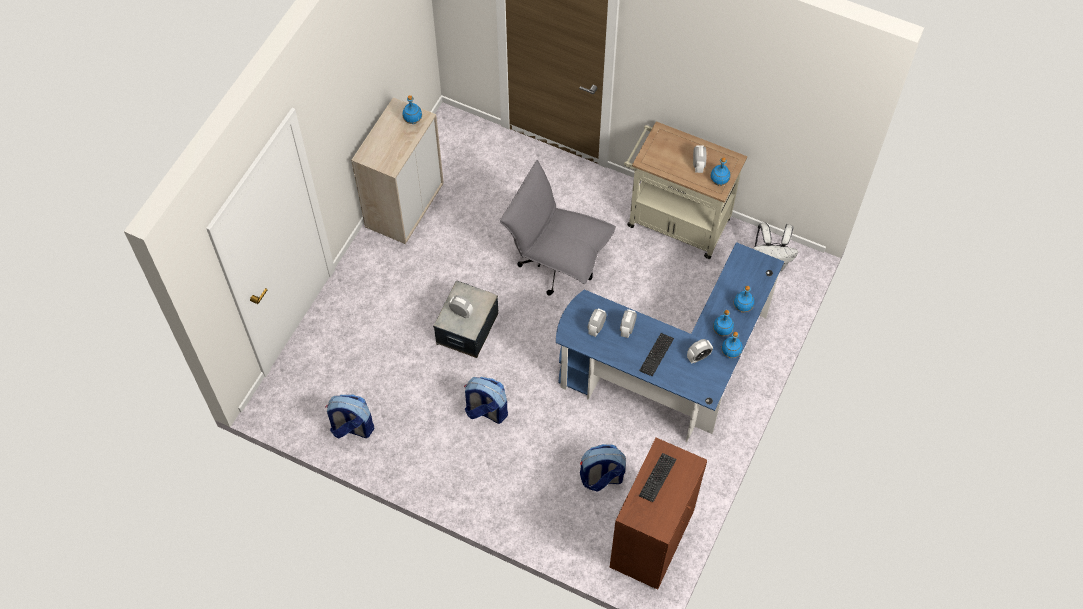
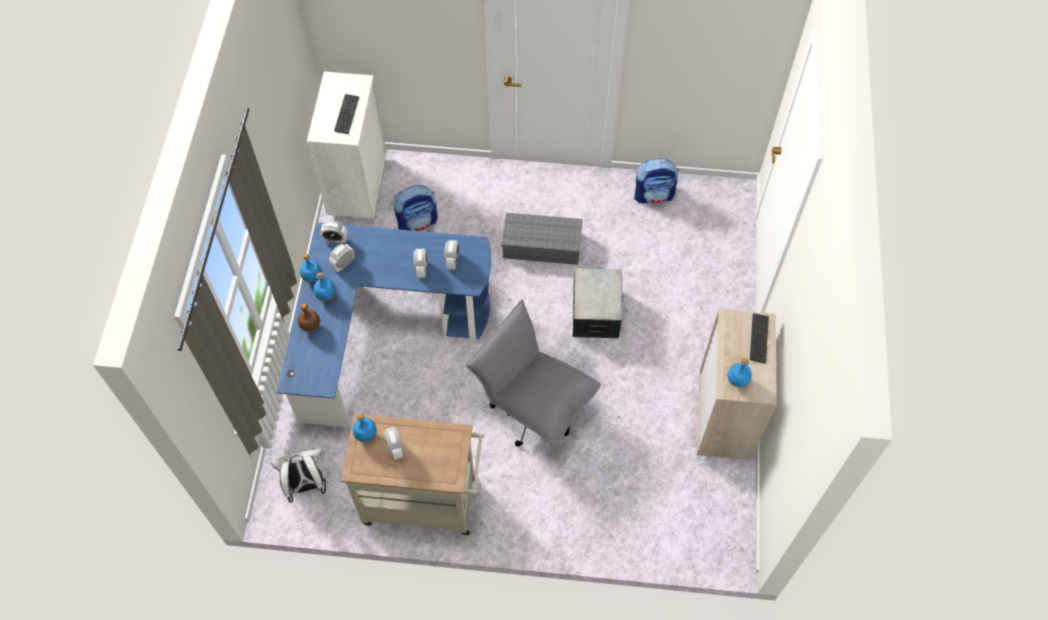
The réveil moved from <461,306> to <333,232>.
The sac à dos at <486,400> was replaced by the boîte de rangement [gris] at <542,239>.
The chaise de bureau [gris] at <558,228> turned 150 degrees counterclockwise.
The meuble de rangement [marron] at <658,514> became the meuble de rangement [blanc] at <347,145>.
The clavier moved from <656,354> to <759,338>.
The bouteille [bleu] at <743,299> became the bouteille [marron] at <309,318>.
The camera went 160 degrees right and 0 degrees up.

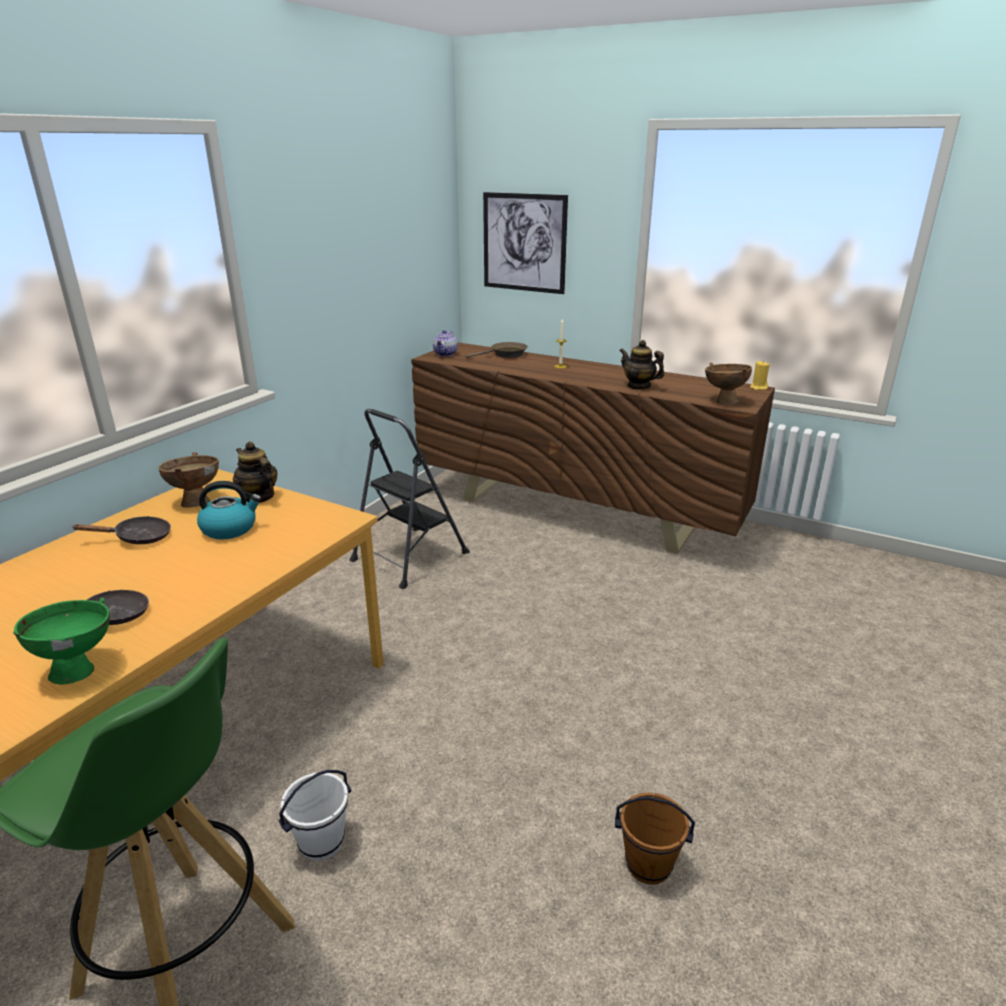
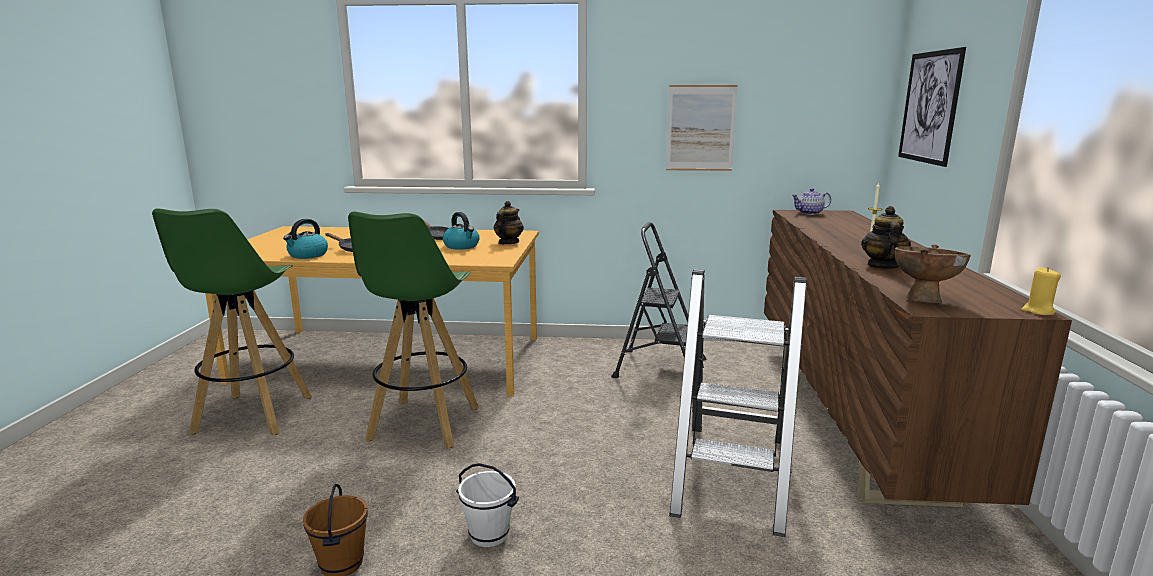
The bol [vert] at <61,641> was replaced by the bouilloire at <305,239>.
The bol [marron] at <188,480> disappeared.
The seau [blanc] moved from <314,815> to <487,505>.
The poêle [marron] at <497,350> disappeared.
The tabouret [vert] at <413,330> appeared.
The tableau at <702,128> appeared.
The escabeau [gris] at <738,403> appeared.
The camera went 65 degrees right and 10 degrees down.

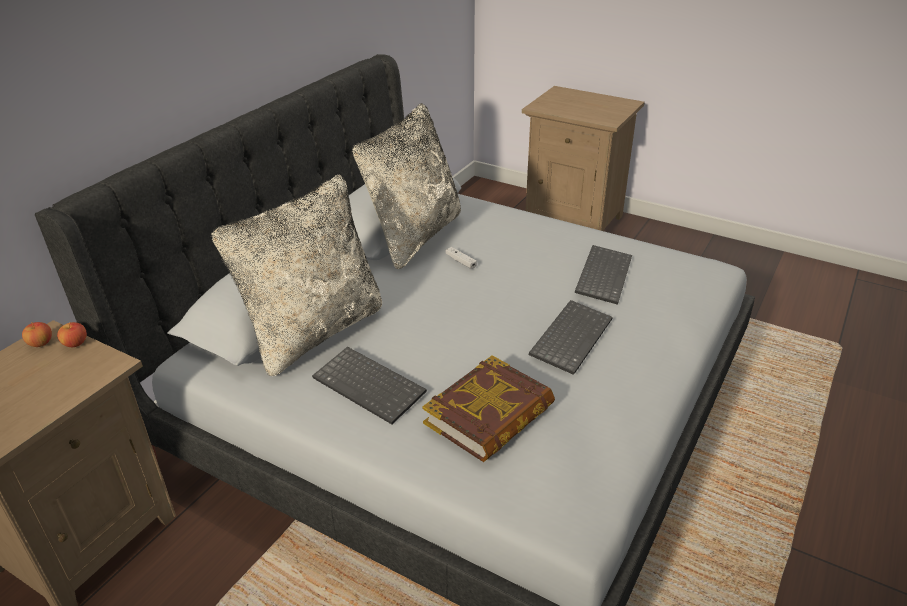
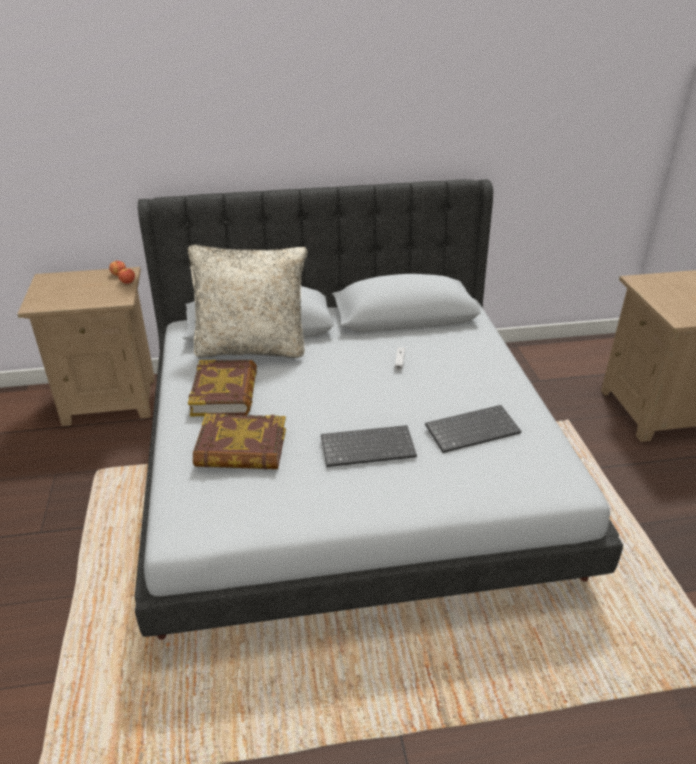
The clavier at <369,385> was replaced by the livre at <222,388>.
The coussin [beige] at <406,186> disappeared.
The camera went 50 degrees right and 0 degrees up.

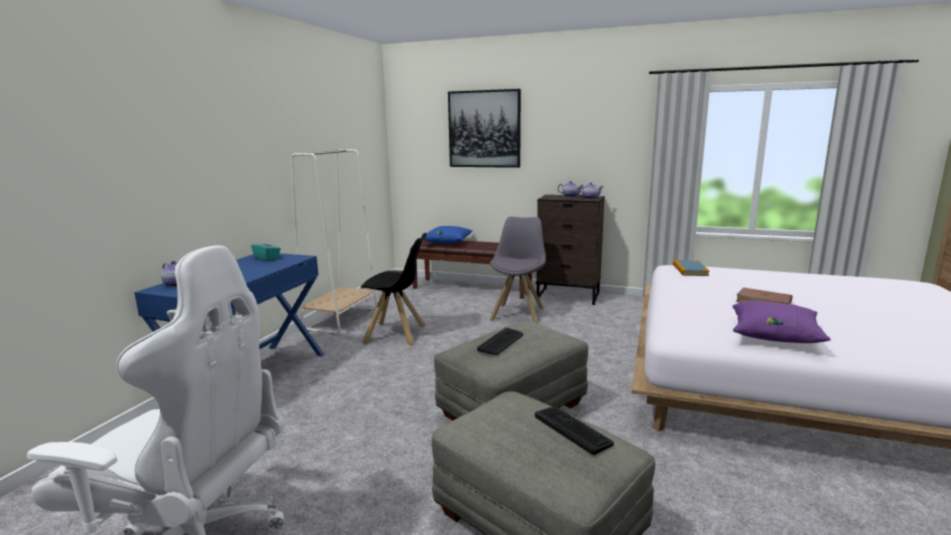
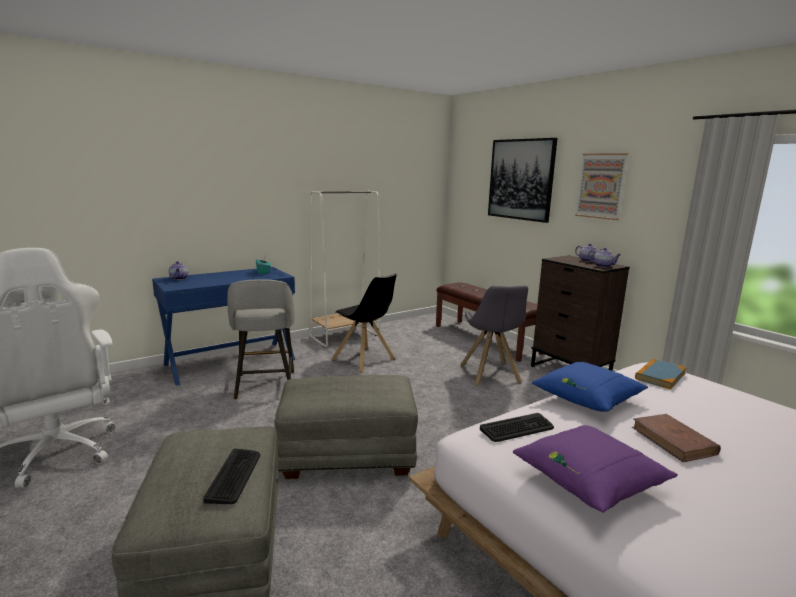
The coussin [bleu] moved from <447,235> to <590,387>.
The clavier moved from <500,341> to <517,427>.
The chaise [gris] at <518,270> turned 120 degrees clockwise.
The tabouret [gris] at <261,339> appeared.
The tableau at <601,186> appeared.
The camera went 35 degrees right and 0 degrees up.

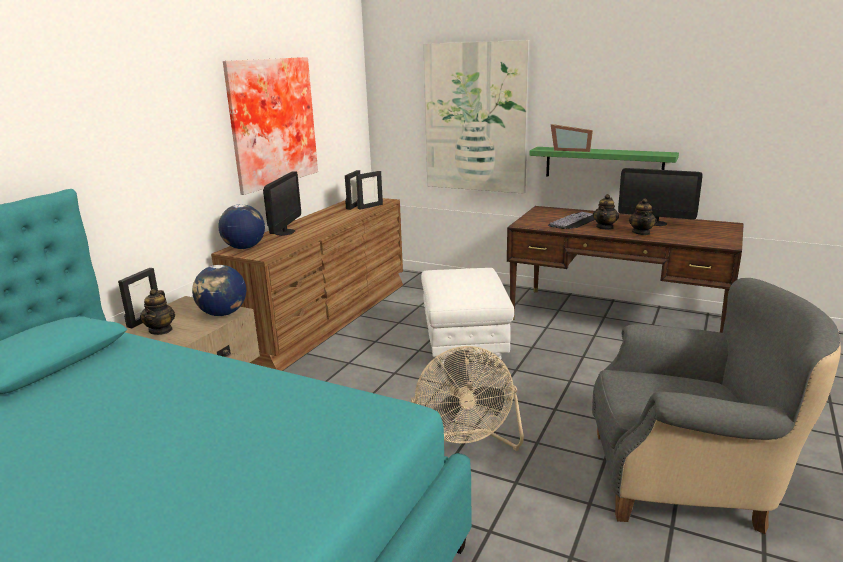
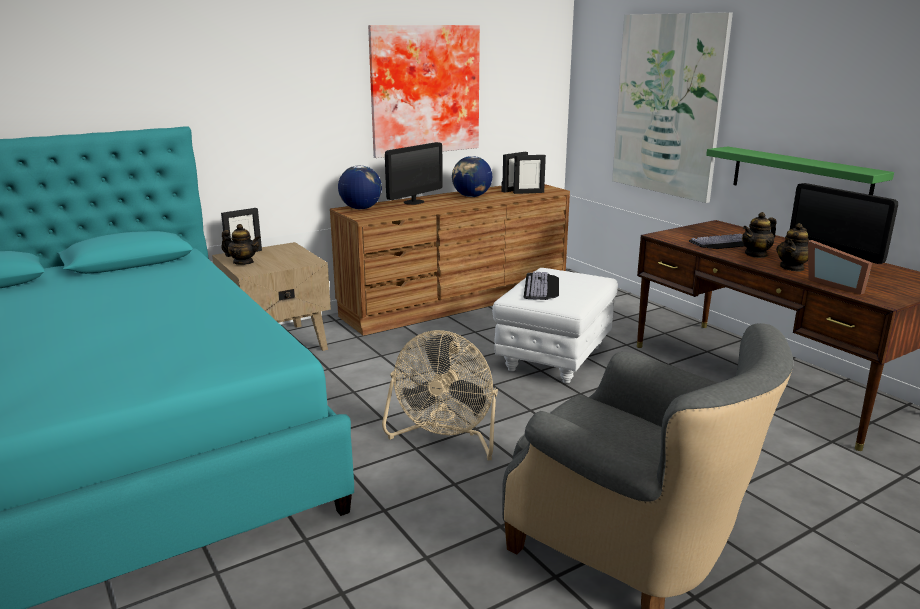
The théière at <157,312> turned 105 degrees counterclockwise.
The globe moved from <219,290> to <472,176>.
The cadre photo moved from <572,138> to <840,267>.
The clavier at <541,286> appeared.
The camera went 30 degrees right and 0 degrees up.

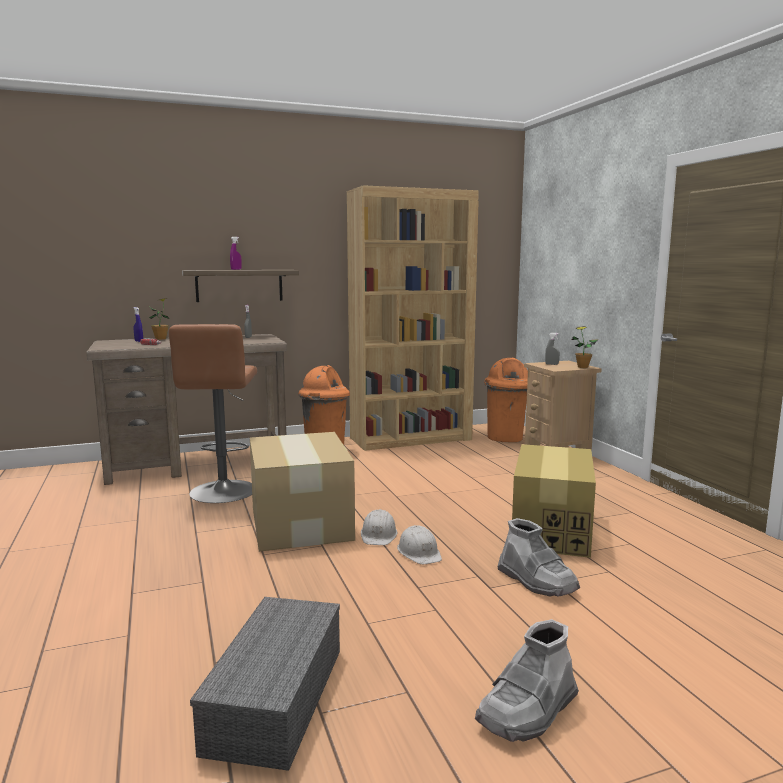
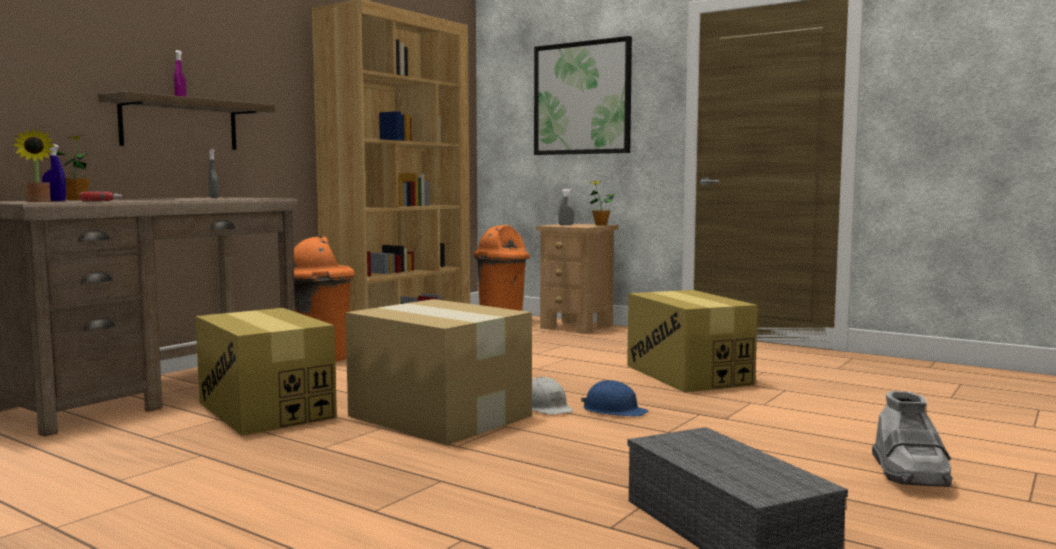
The tabouret [marron] at <213,413> was replaced by the carton at <266,372>.
The casque de chantier [blanc] at <419,544> became the casque de chantier [bleu] at <614,398>.
The botte [gris] at <539,557> disappeared.
The plante en pot at <34,165> appeared.
The tableau at <583,95> appeared.
The camera went 35 degrees left and 5 degrees down.

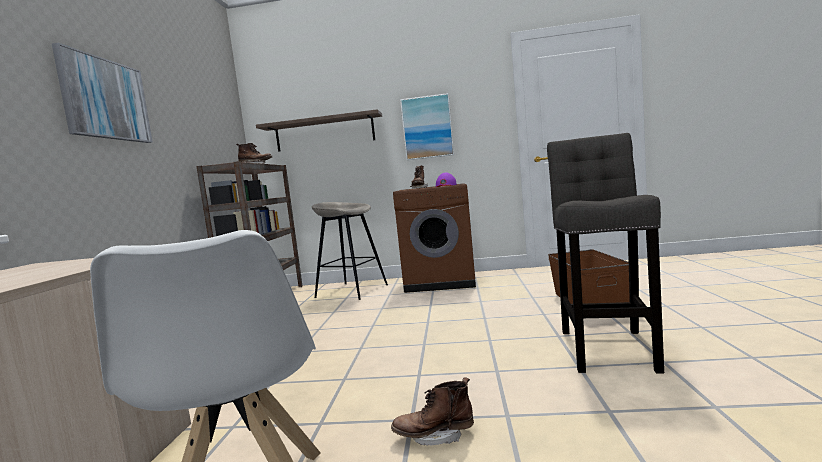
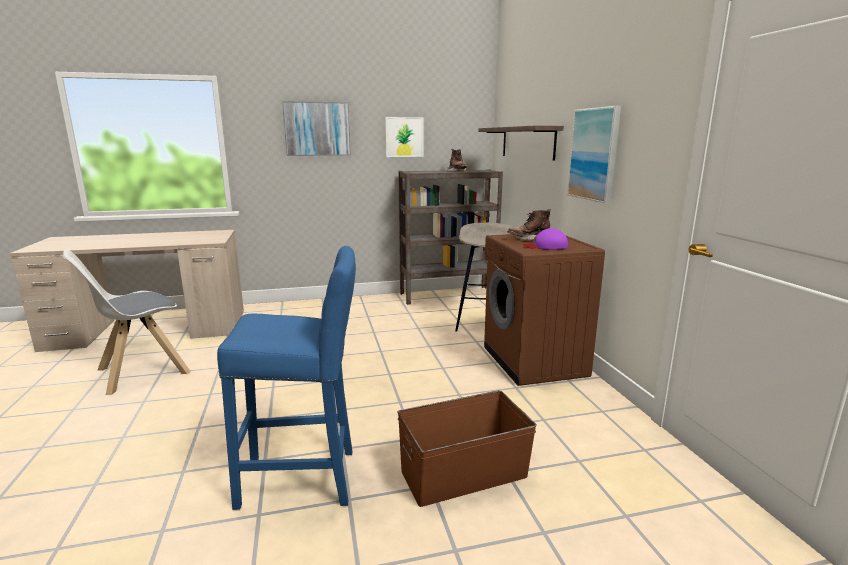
The botte [marron] at <432,411> disappeared.
The tabouret [gris] at <605,253> became the tabouret [bleu] at <286,378>.
The tableau at <404,137> appeared.
The camera went 70 degrees right and 10 degrees up.

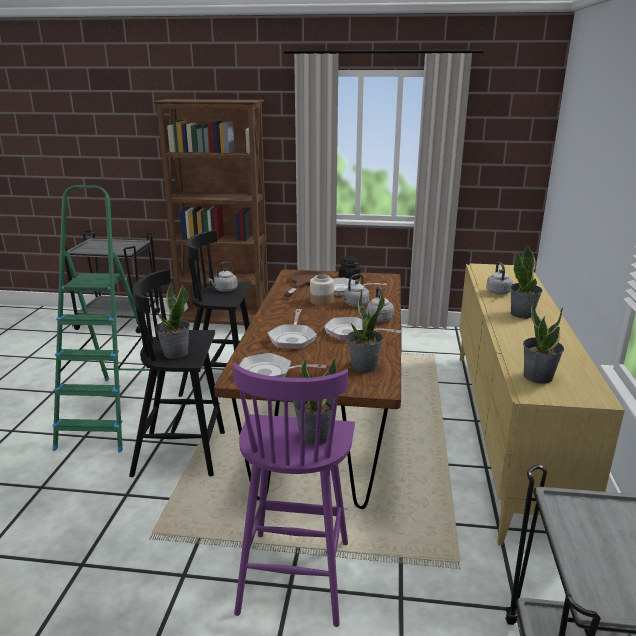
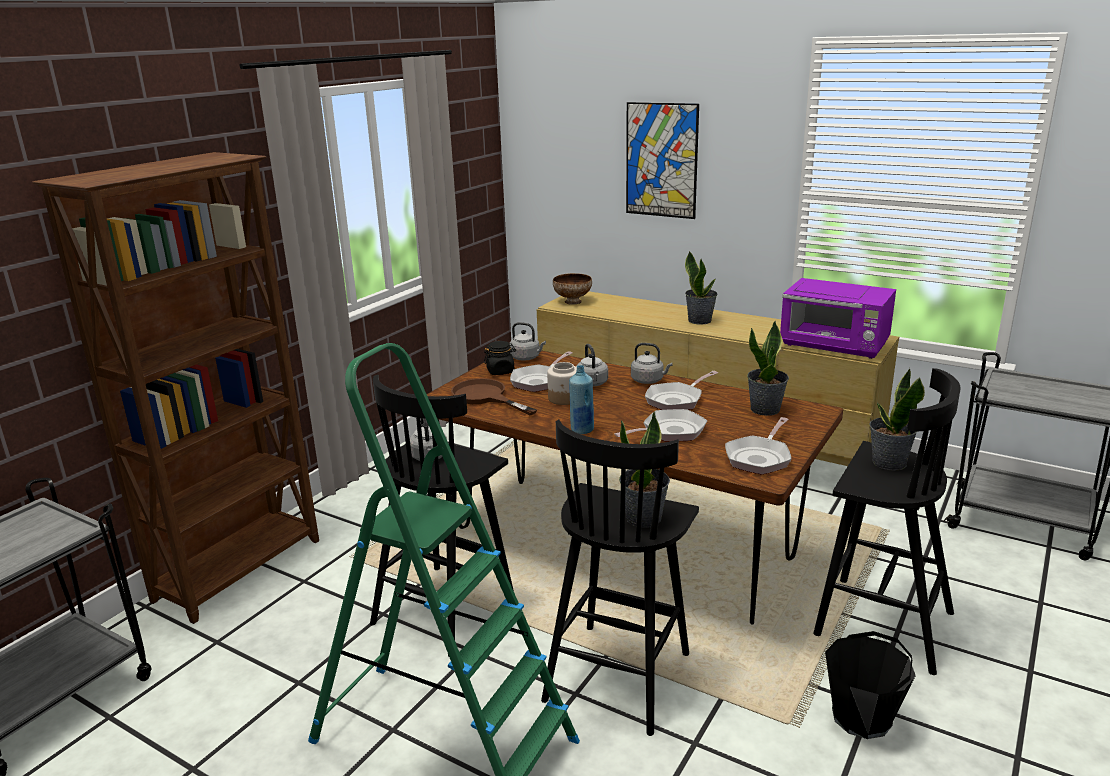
The tabouret [violet] at <294,494> became the tabouret [noir] at <887,521>.
The poêle at <292,329> turned 60 degrees counterclockwise.
The bouilloire [gris] moved from <499,278> to <527,341>.
The plante en pot at <543,341> was replaced by the micro-ondes [violet] at <838,318>.
The bol at <572,289> appeared.
The bouteille [bleu] at <581,399> appeared.
The tableau at <662,160> appeared.
The seau [noir] at <870,685> appeared.
The camera went 65 degrees left and 0 degrees up.

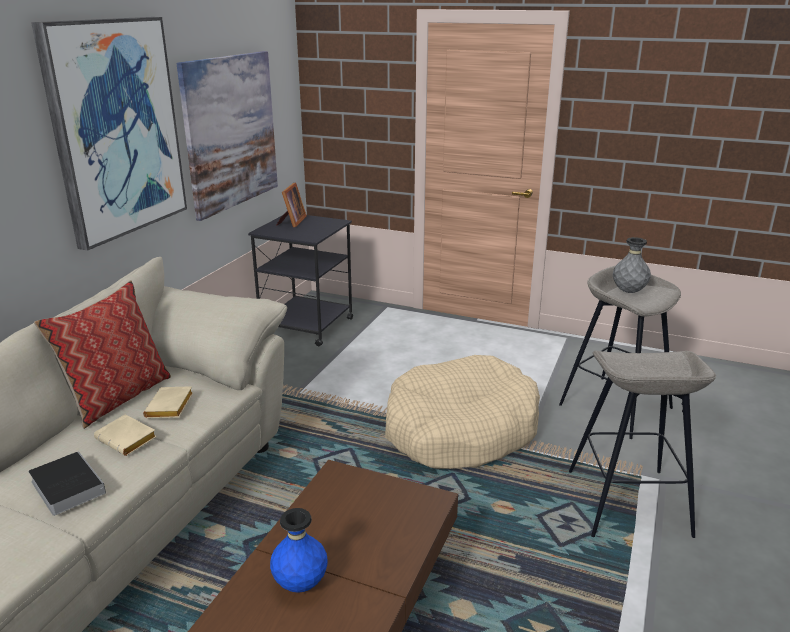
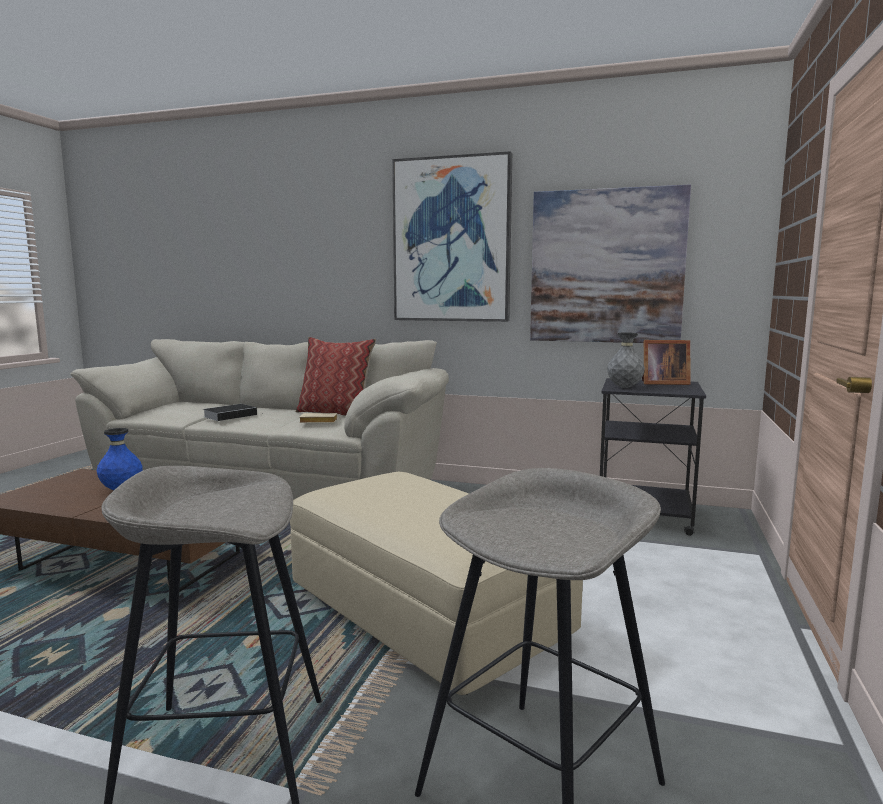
The livre [beige] at <125,435> disappeared.
The panier pour chien [beige] at <462,412> was replaced by the pouf [beige] at <436,583>.
The vase [gris] moved from <632,265> to <626,360>.
The camera went 85 degrees right and 15 degrees down.

